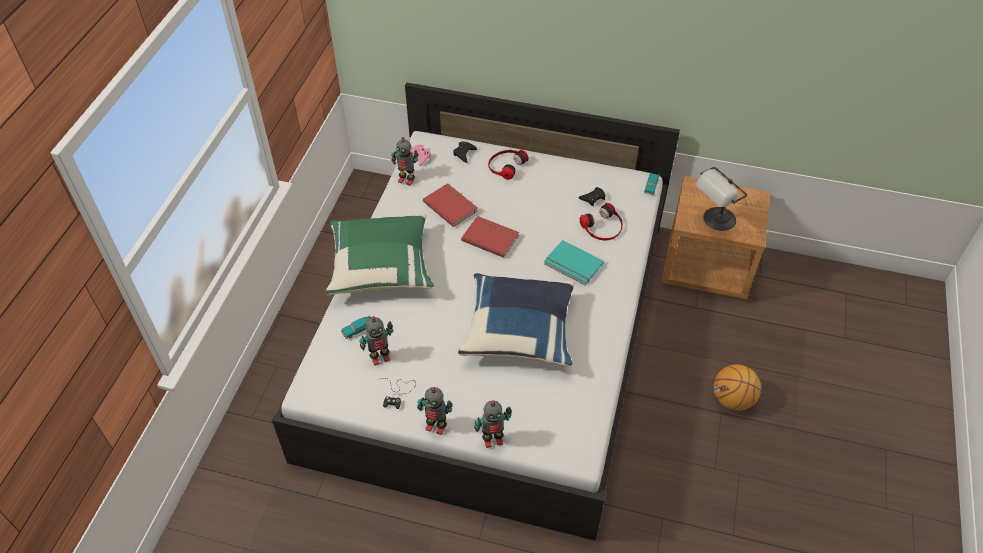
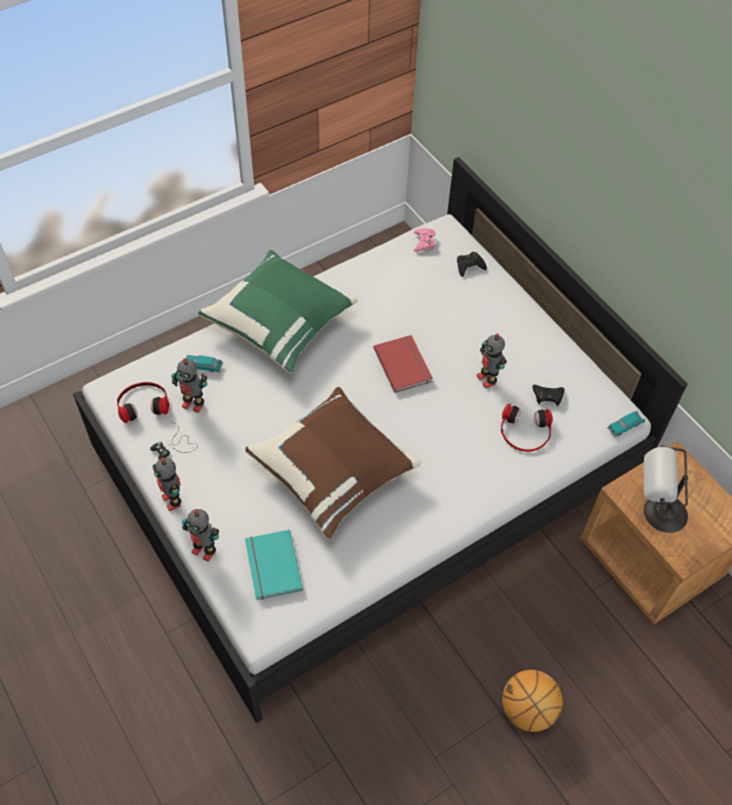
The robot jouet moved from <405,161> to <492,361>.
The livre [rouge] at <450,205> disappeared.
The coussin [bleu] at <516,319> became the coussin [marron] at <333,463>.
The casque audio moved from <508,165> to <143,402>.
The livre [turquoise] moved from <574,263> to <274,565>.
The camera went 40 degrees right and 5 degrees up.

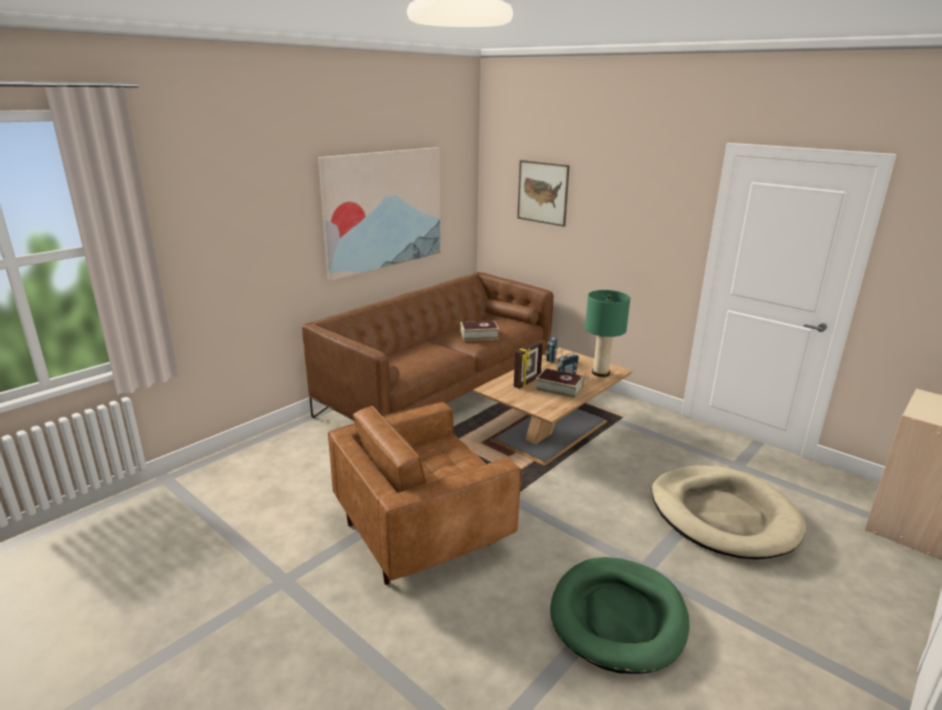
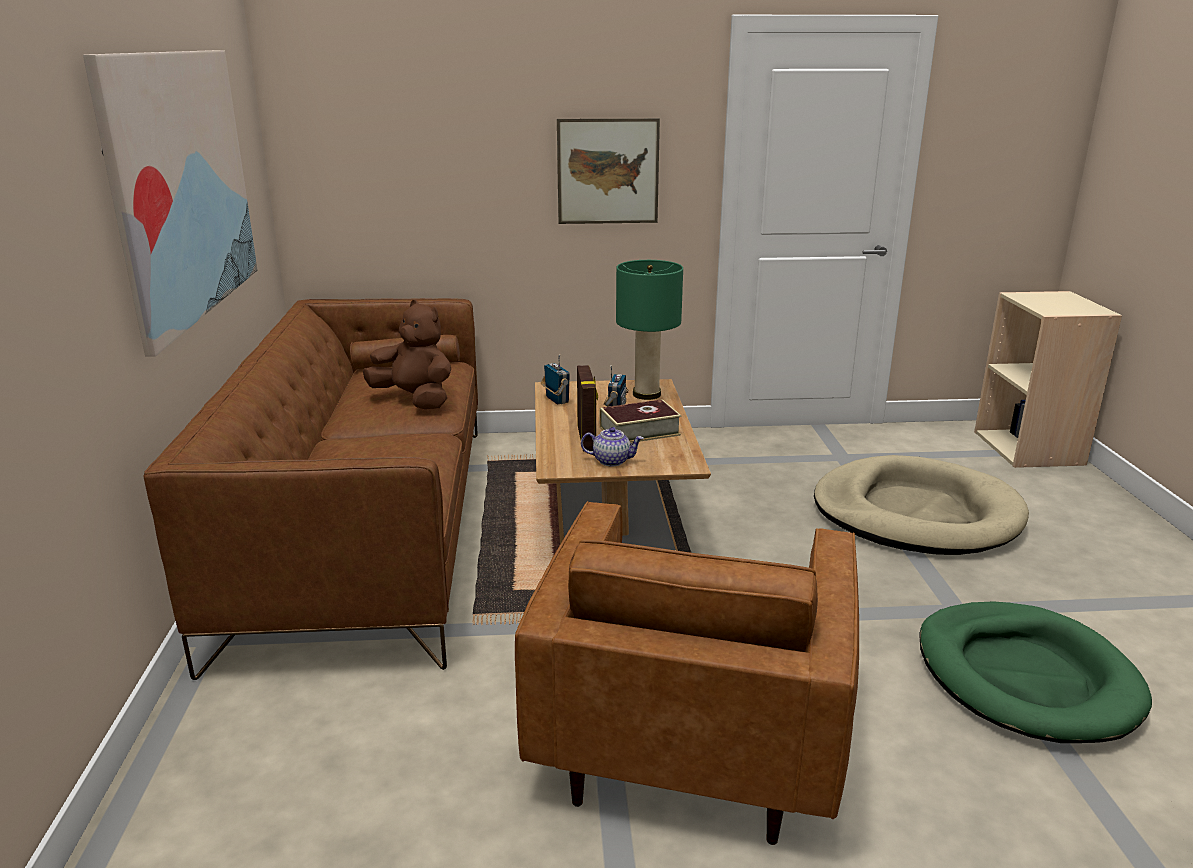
The livre at <479,331> was replaced by the peluche [marron] at <407,354>.
The tableau moved from <543,193> to <608,171>.
The théière at <612,446> appeared.
The camera went 45 degrees left and 0 degrees up.

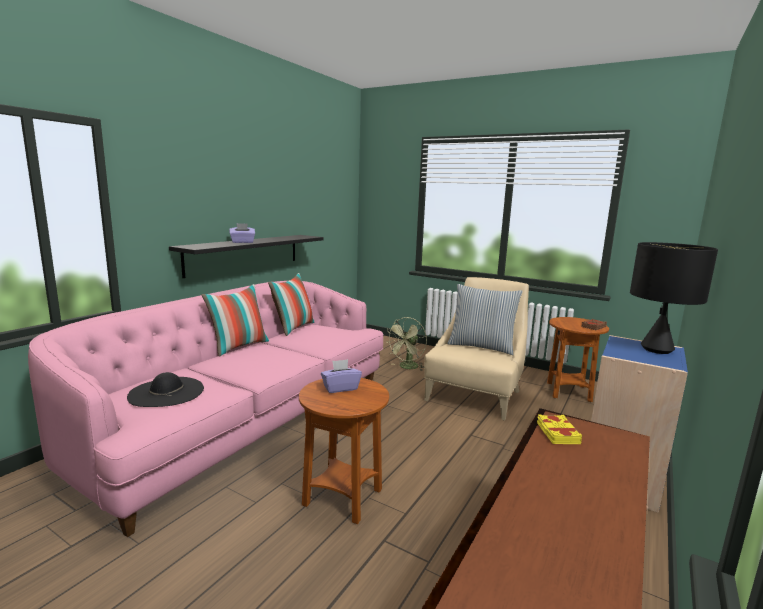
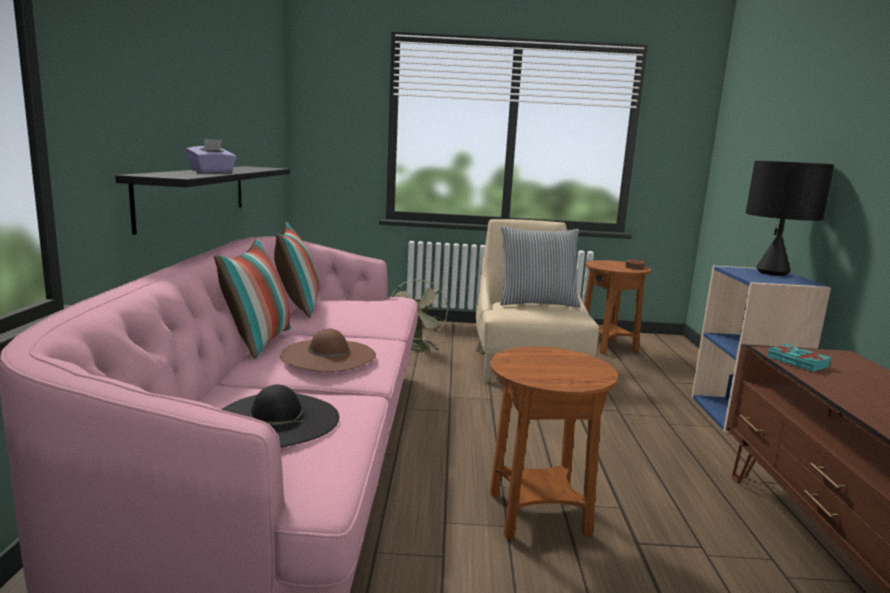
The boîte à mouchoirs [violet] at <341,376> disappeared.
The livre [jaune] at <559,429> became the livre [turquoise] at <799,357>.
The chapeau [marron] at <328,350> appeared.
The camera went 30 degrees left and 0 degrees up.

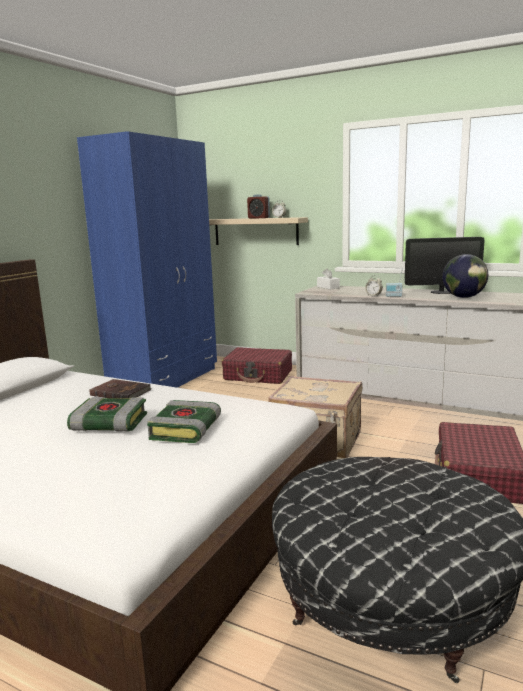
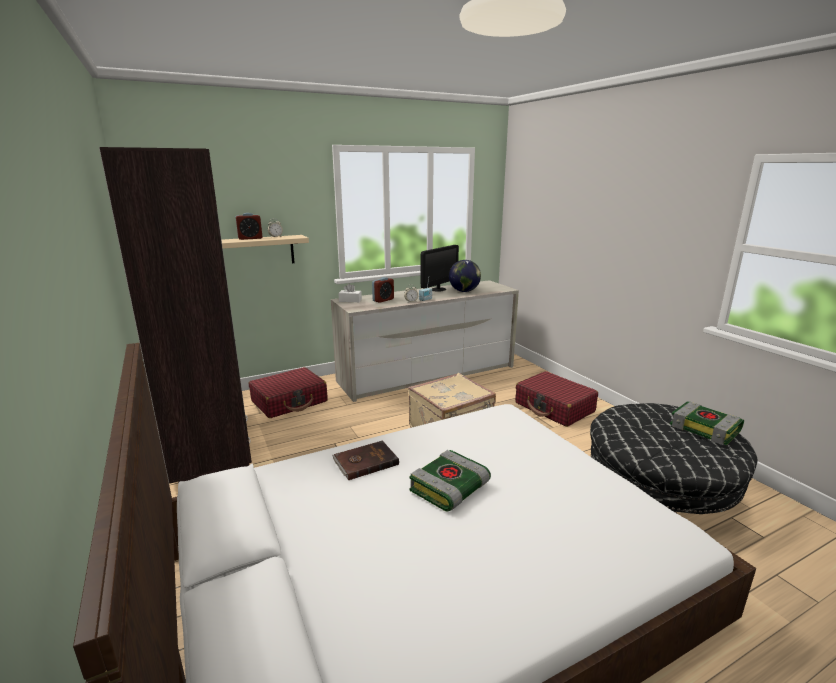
The armoire [bleu] at <147,259> became the armoire [marron] at <175,315>.
The livre moved from <184,421> to <707,423>.
The réveil at <383,290> appeared.
The camera went 55 degrees left and 5 degrees up.

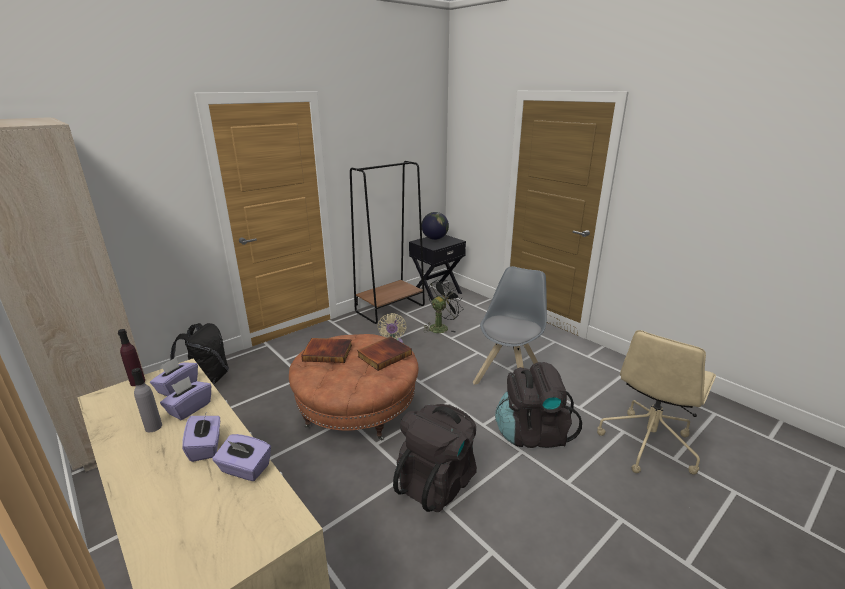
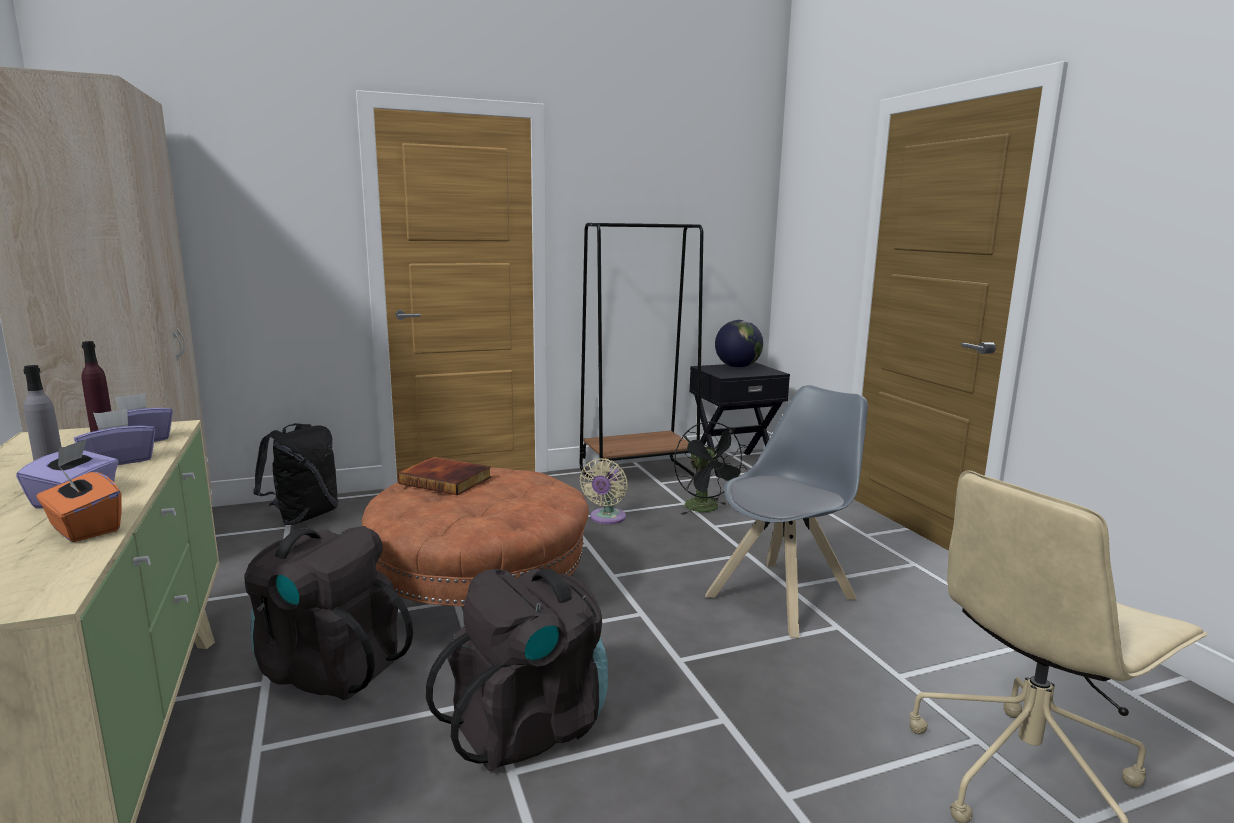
The boîte à mouchoirs [violet] at <242,457> became the boîte à mouchoirs [orange] at <79,503>.
The livre at <384,353> disappeared.
The ventilateur [noir] at <444,306> turned 90 degrees clockwise.
The sac à dos [noir] moved from <538,405> to <328,613>.
The camera went 20 degrees right and 10 degrees down.

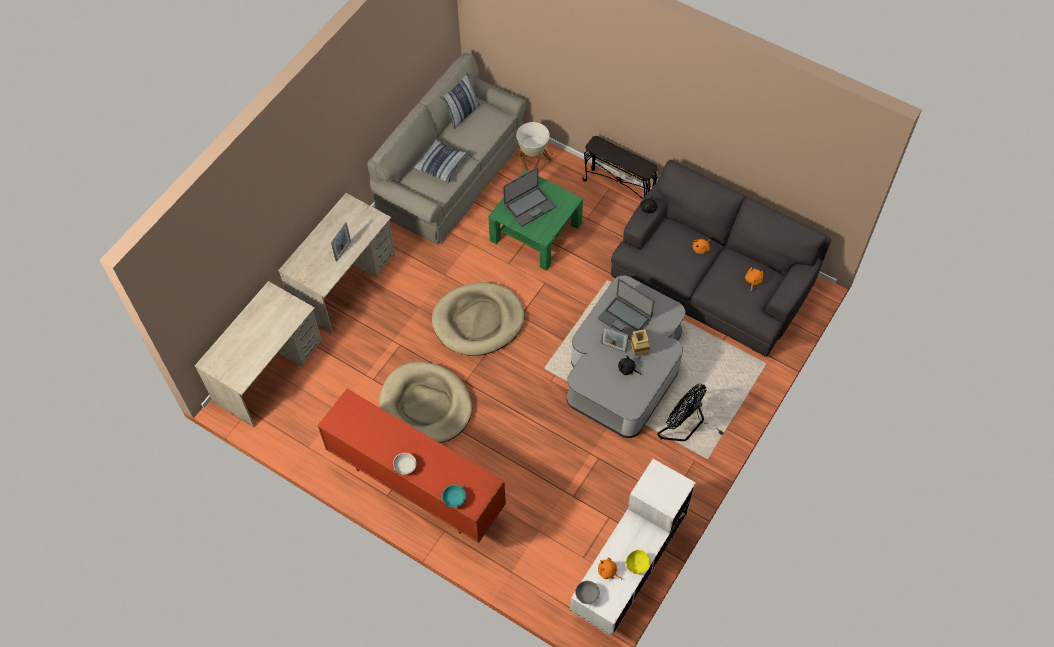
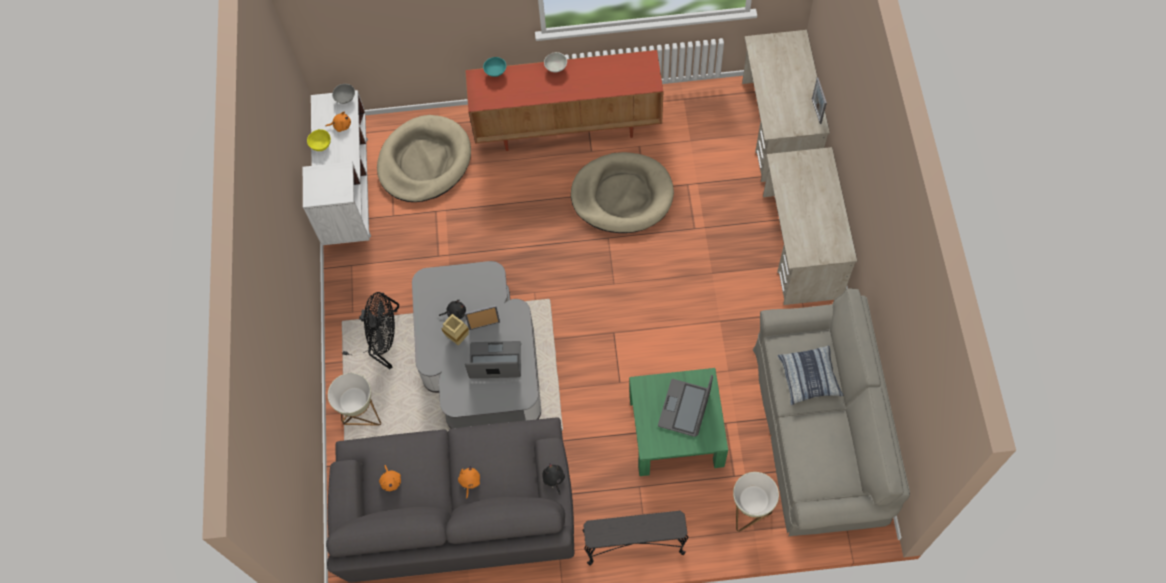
The cadre photo moved from <341,241> to <819,100>.
The panier pour chien [beige] moved from <478,319> to <424,158>.
The coussin at <460,101> disappeared.
The cache-pot at <354,399> appeared.
The camera went 145 degrees right and 5 degrees up.

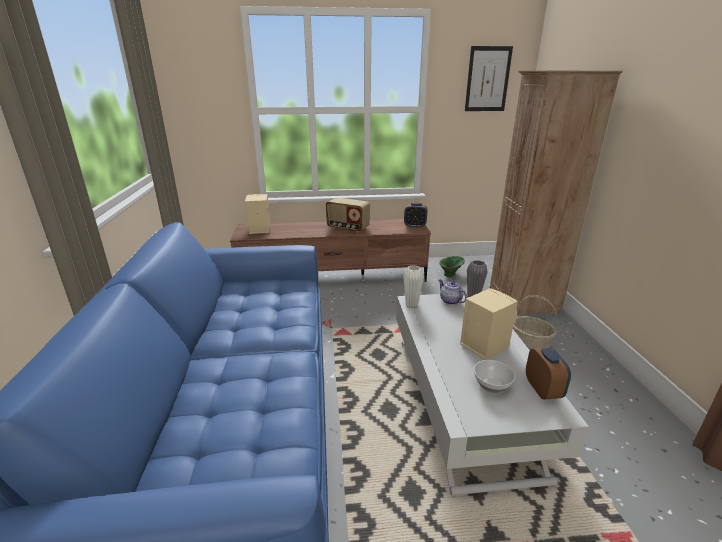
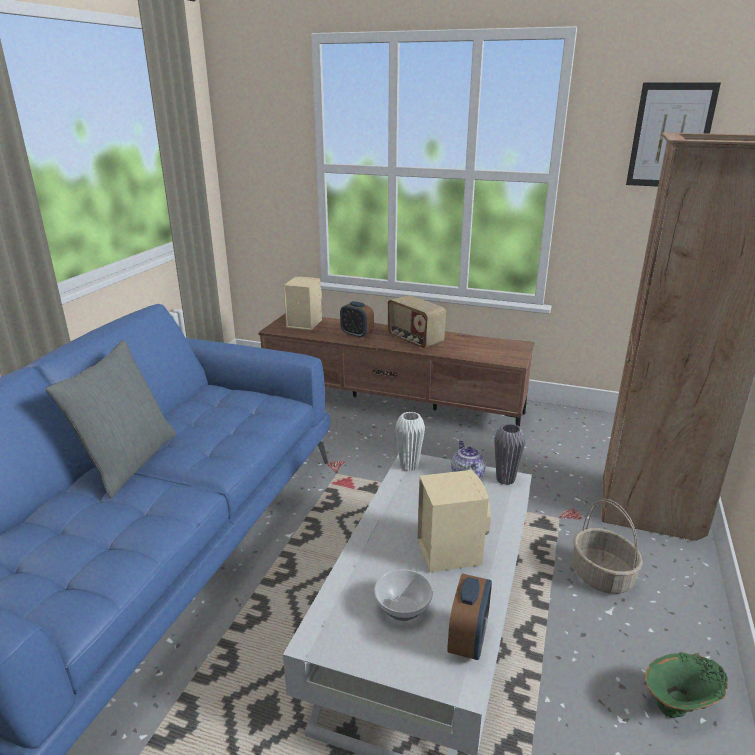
The réveil moved from <416,215> to <357,320>.
The vase [vert] moved from <452,266> to <686,685>.
The coussin [gris] at <111,419> appeared.
The camera went 25 degrees right and 0 degrees up.

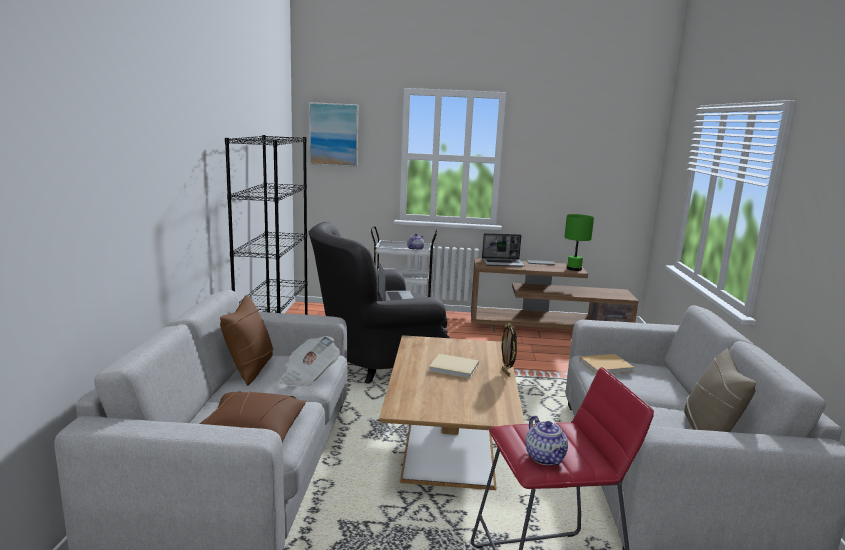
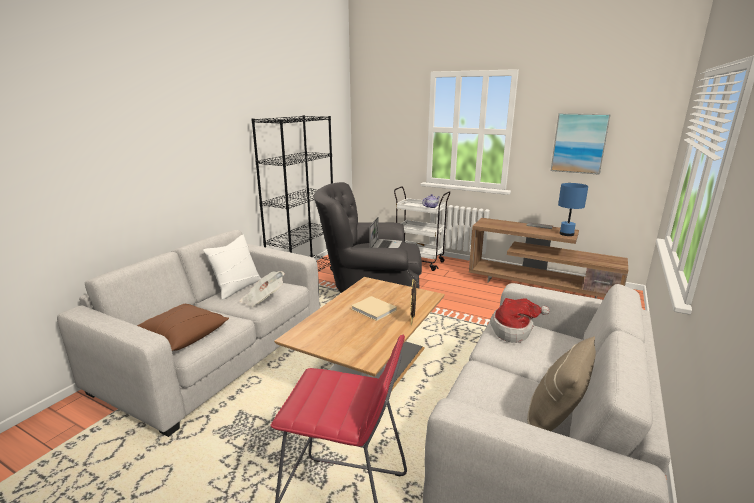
The coussin [marron] at <247,340> became the coussin [blanc] at <232,267>.
The tableau moved from <333,134> to <581,144>.
The ordinateur portable at <503,250> disappeared.
The théière at <546,440> disappeared.
The lampe de table [vert] at <579,242> became the lampe de table [bleu] at <573,209>.
The livre [beige] at <606,364> was replaced by the chapeau at <519,320>.
The camera went 25 degrees right and 5 degrees up.

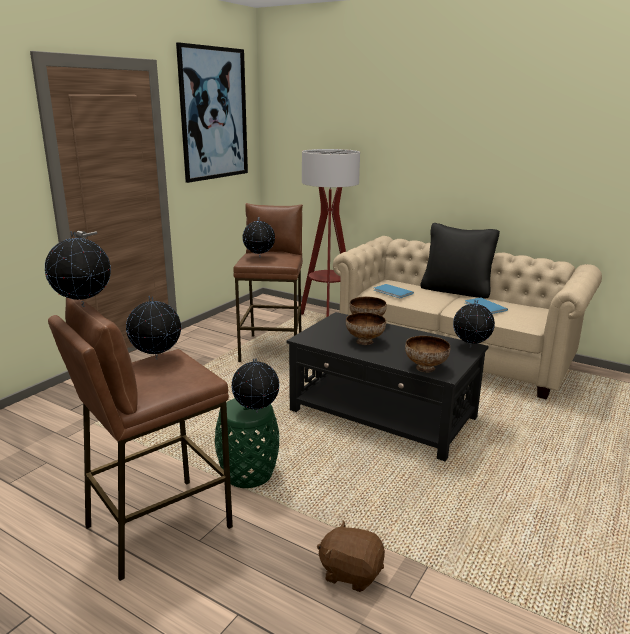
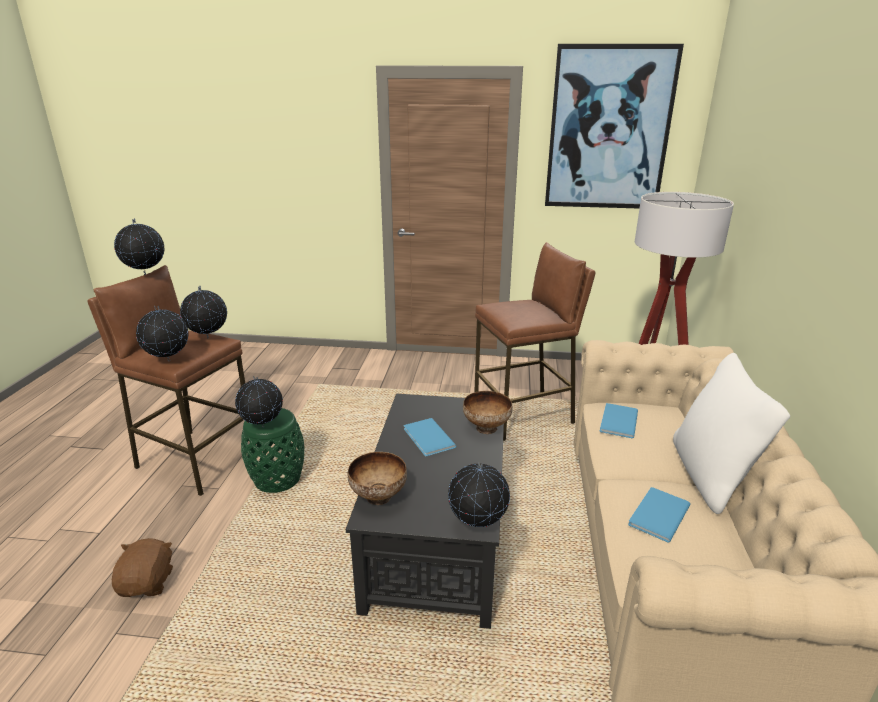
The globe moved from <259,238> to <162,333>.
The bol at <366,328> was replaced by the livre [bleu] at <430,437>.
The coussin [noir] at <460,260> became the coussin [blanc] at <731,433>.
The camera went 65 degrees right and 5 degrees up.

